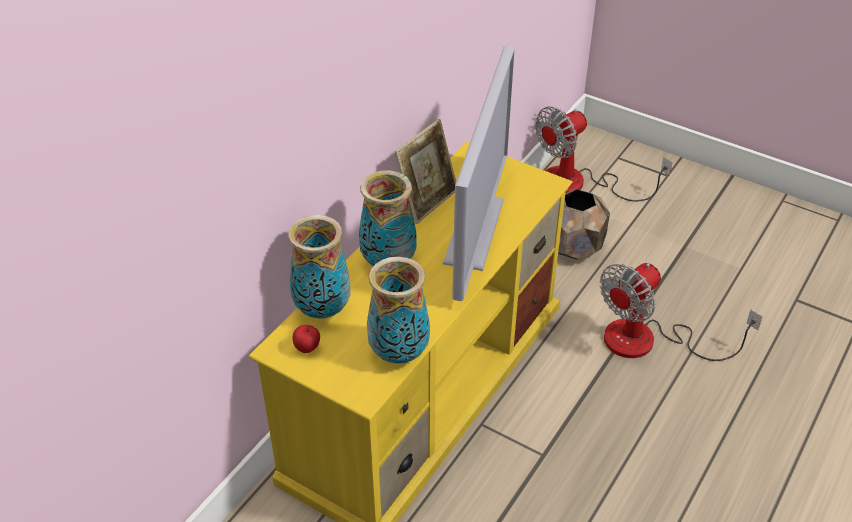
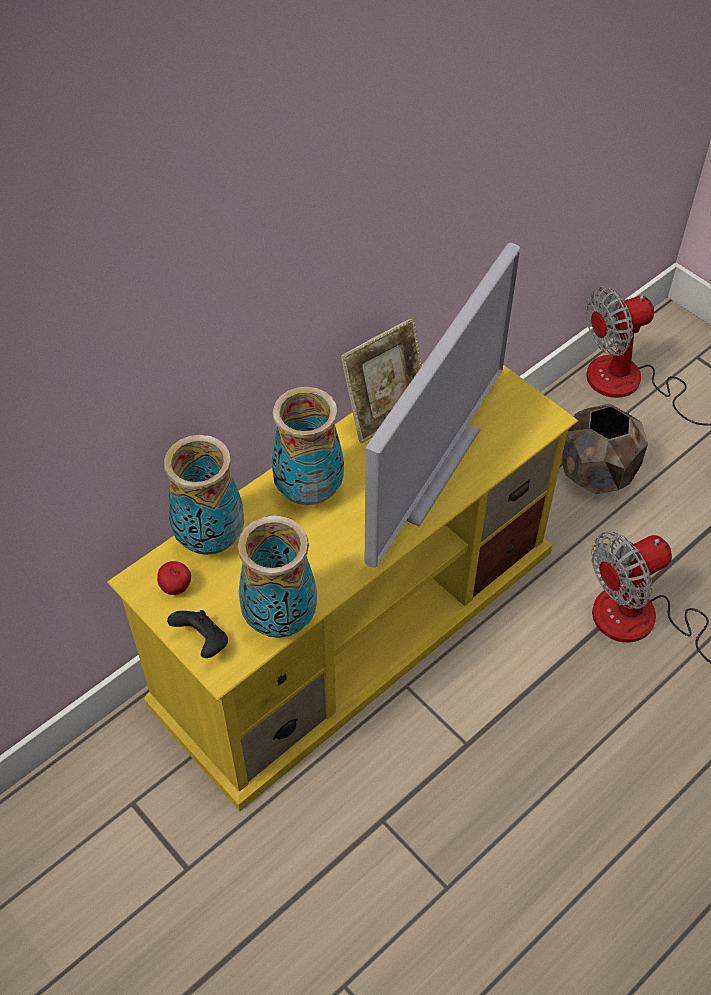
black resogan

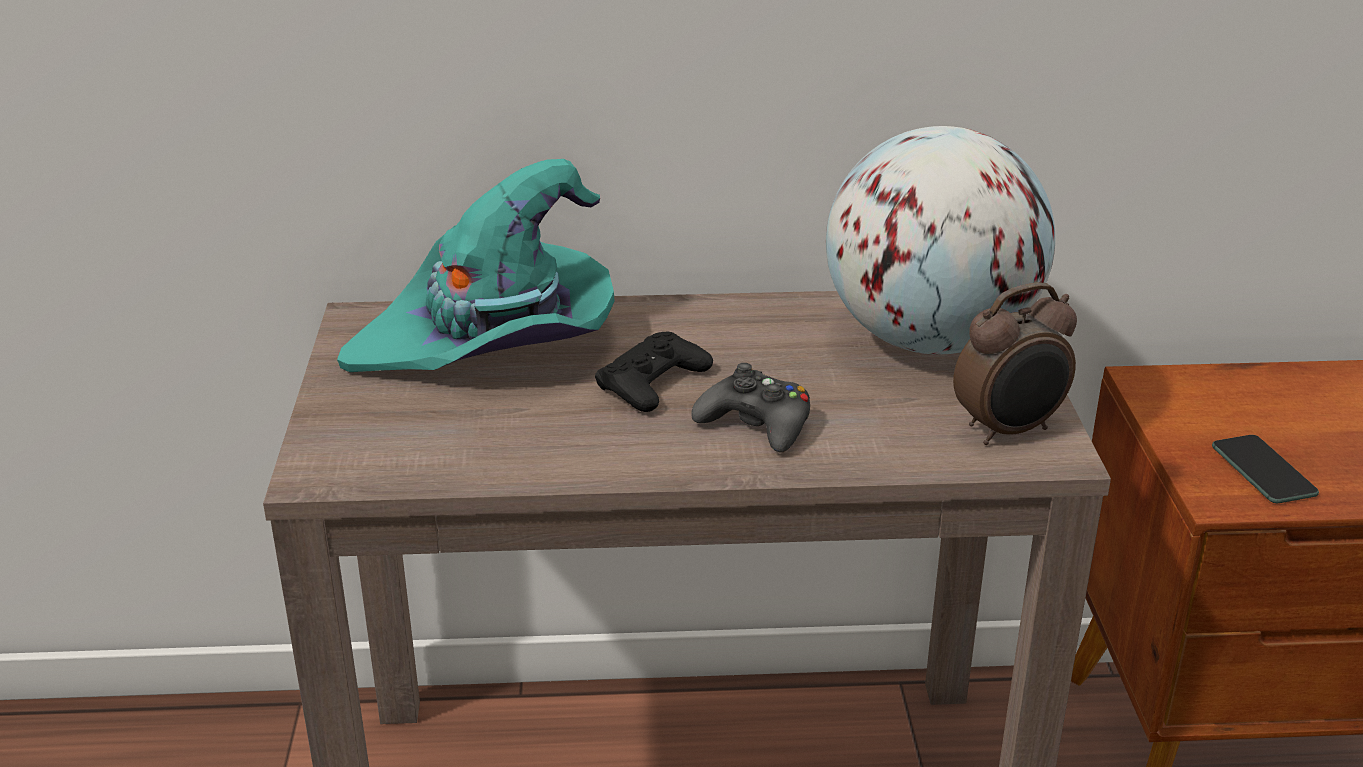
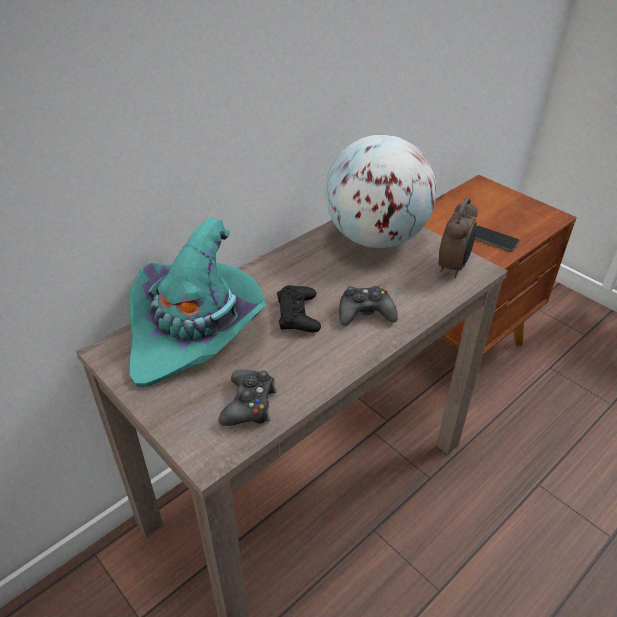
black resogan (1st from left)

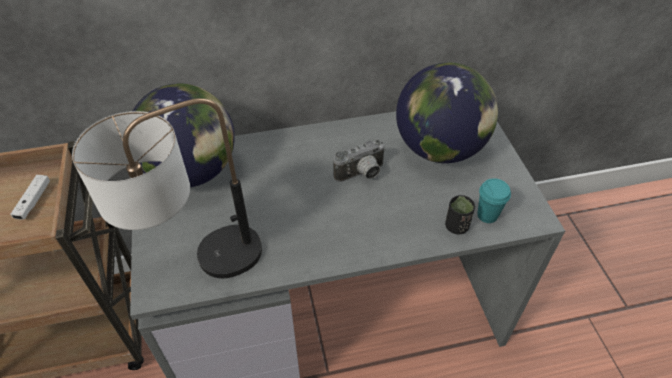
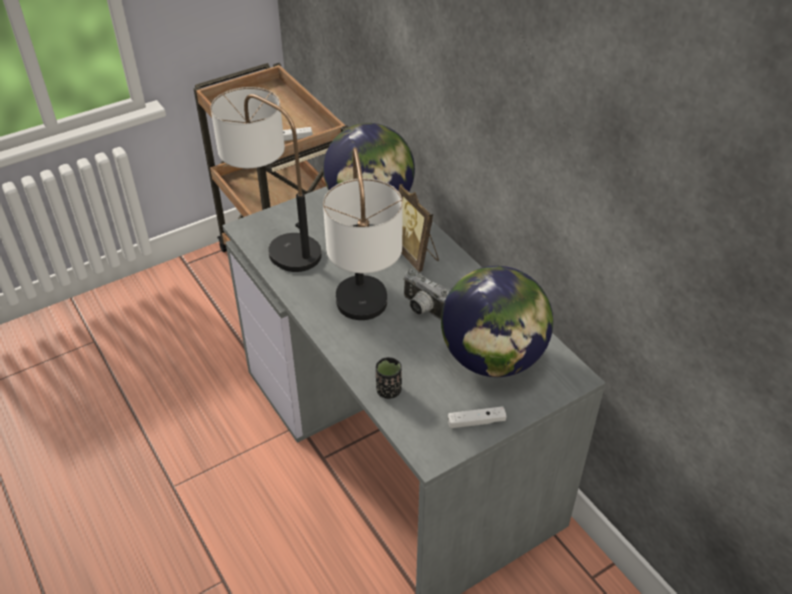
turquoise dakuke
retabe (2nd from left)
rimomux
white resogan (2nd from left)

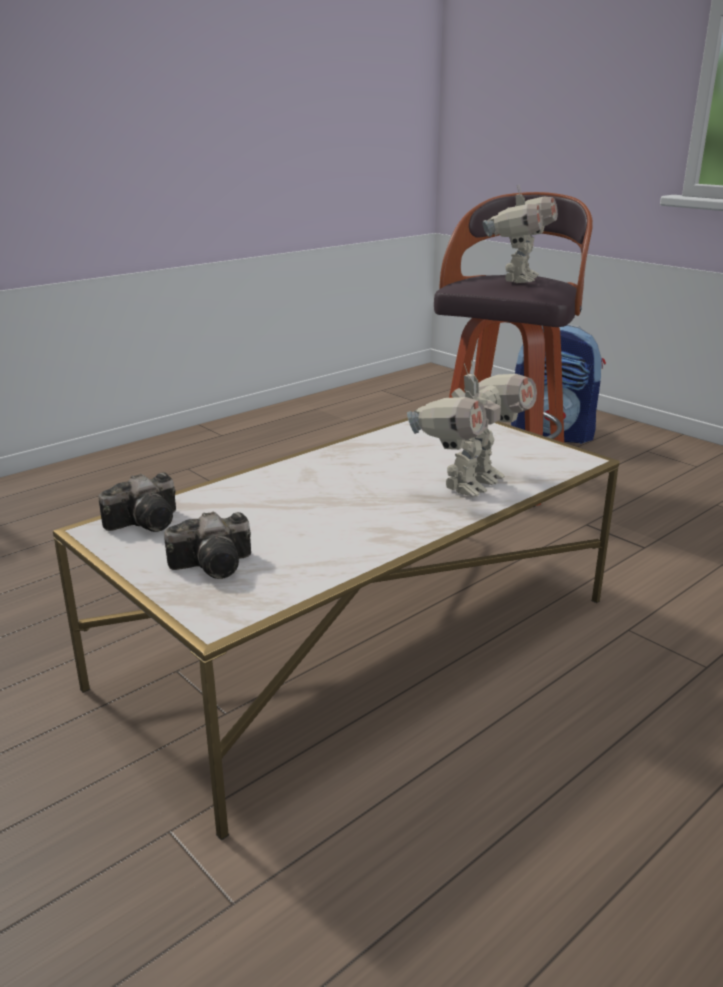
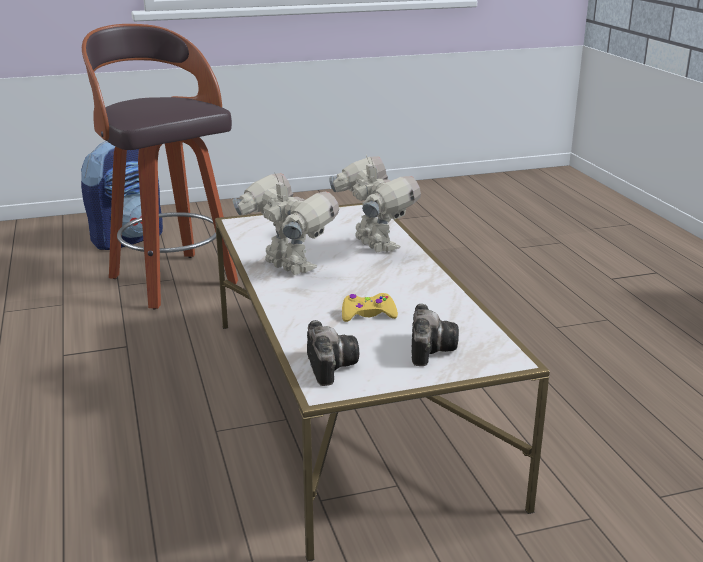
yellow resogan
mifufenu (1st from left)

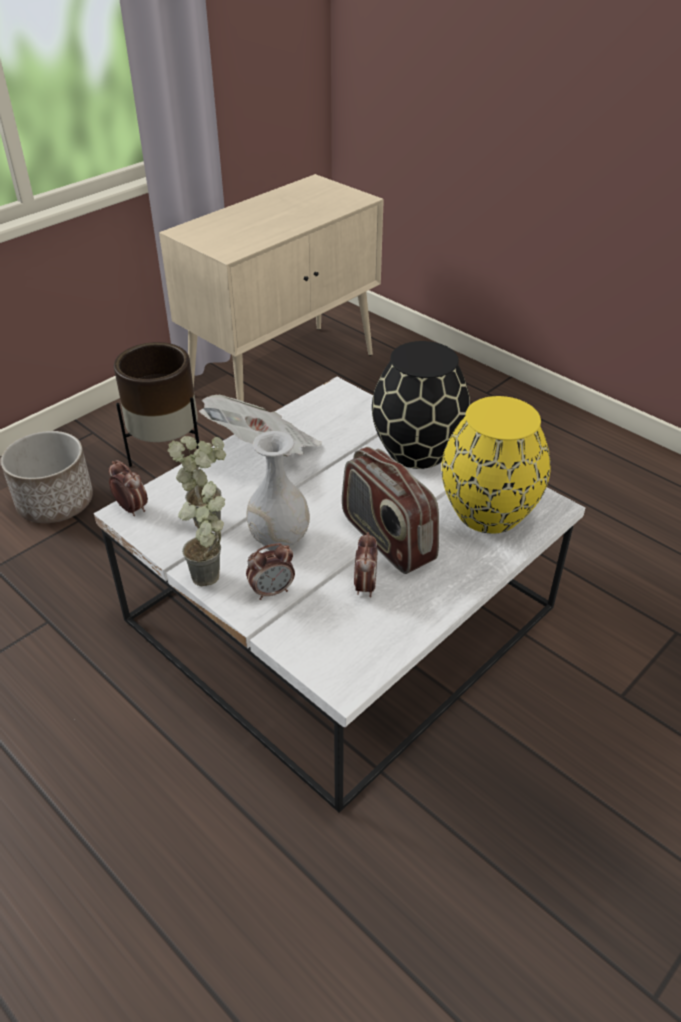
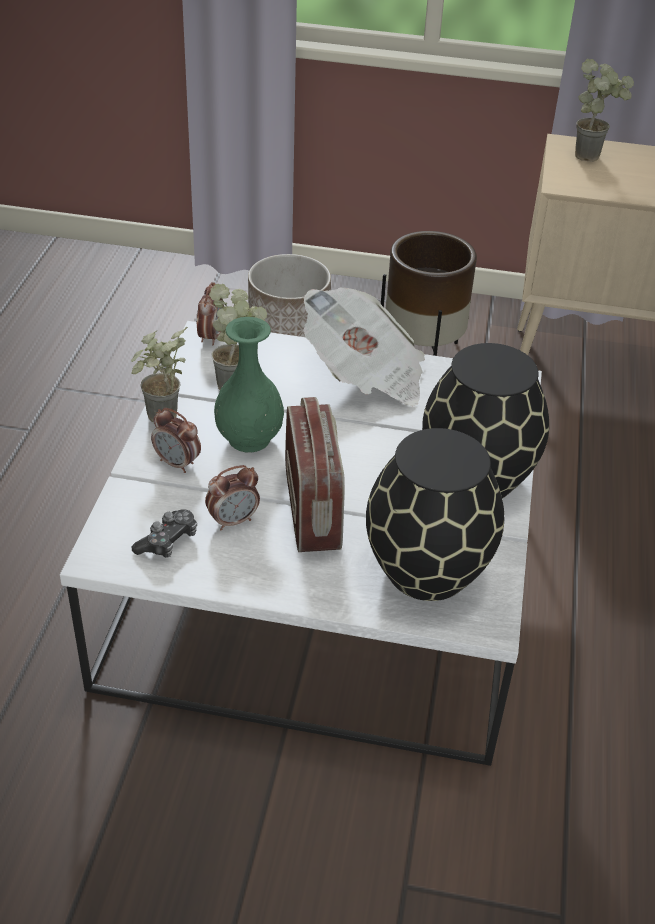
resogan
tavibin (3rd from left)
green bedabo
black bedabo (1st from left)
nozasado

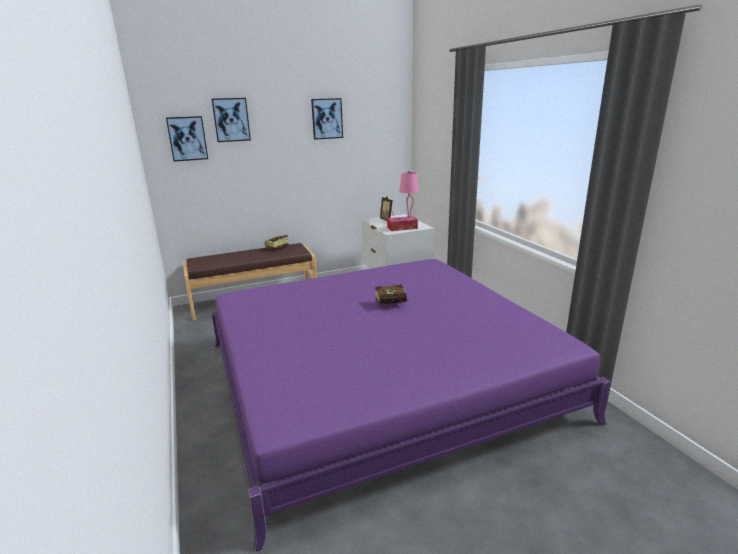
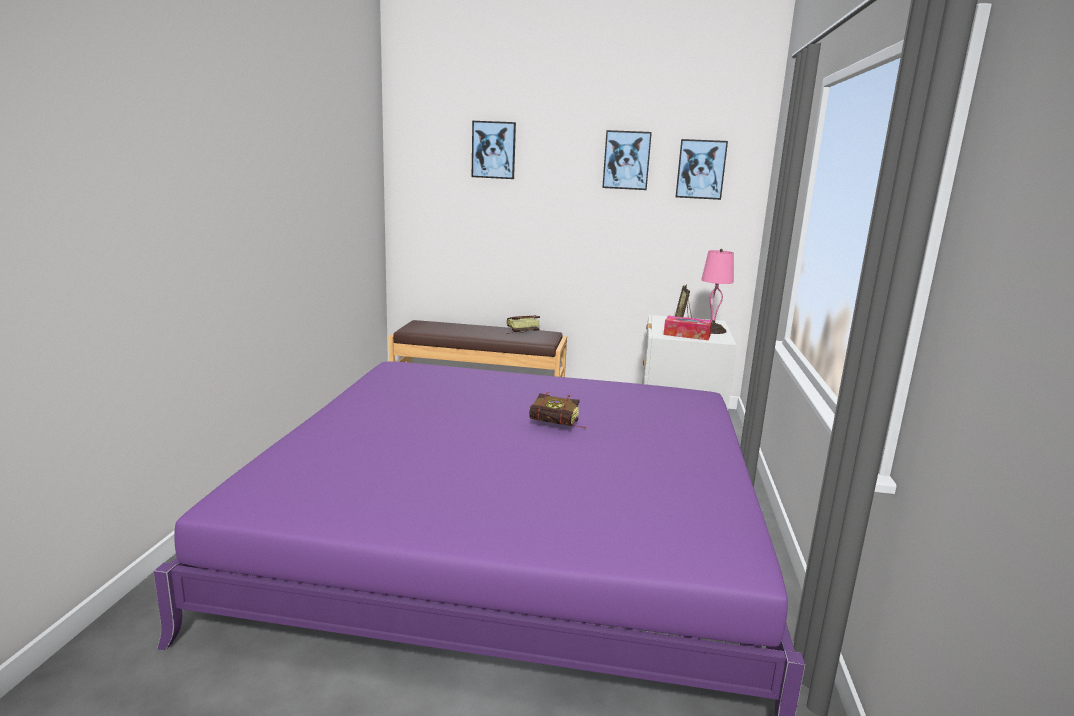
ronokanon (3rd from left)

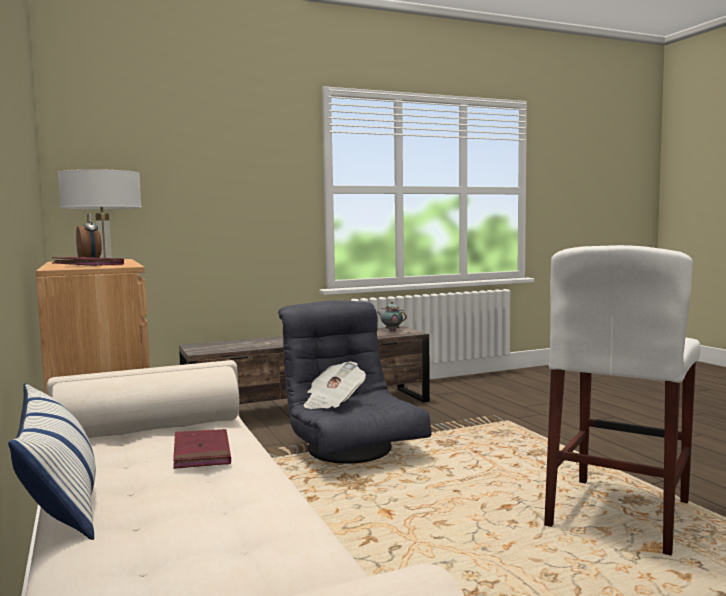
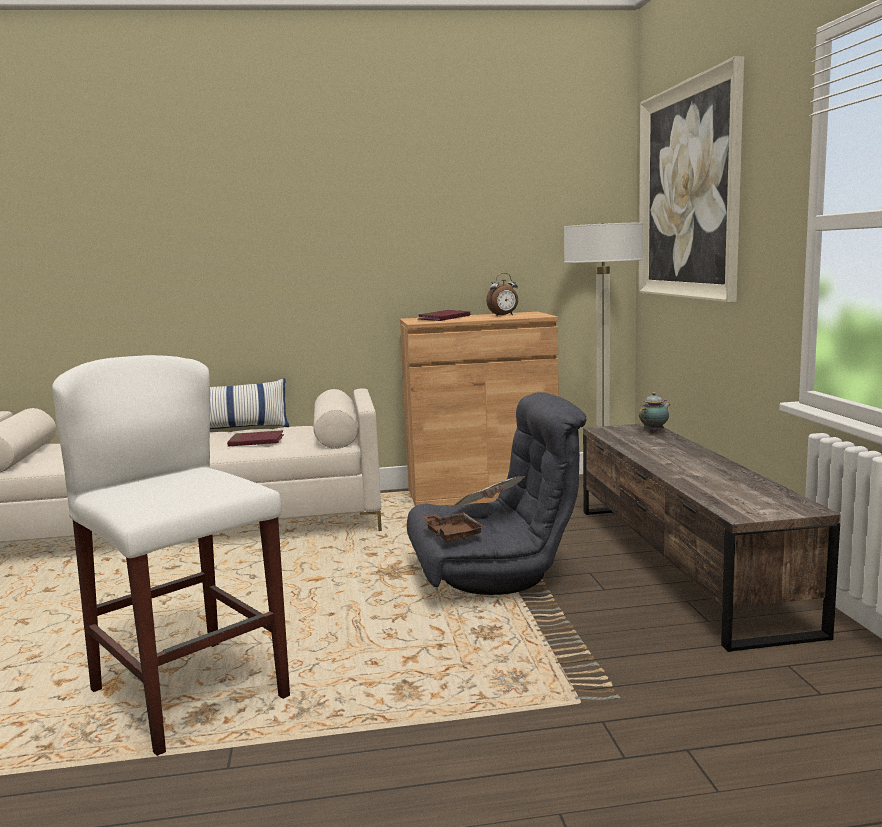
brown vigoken
ronokanon
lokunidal

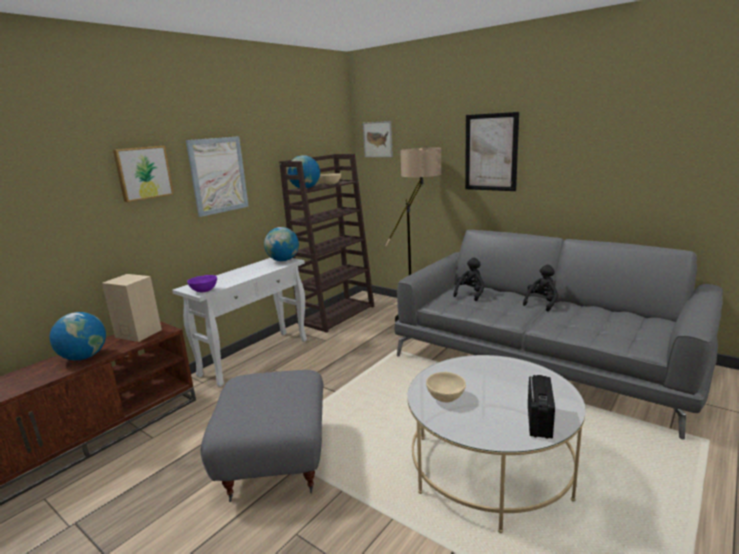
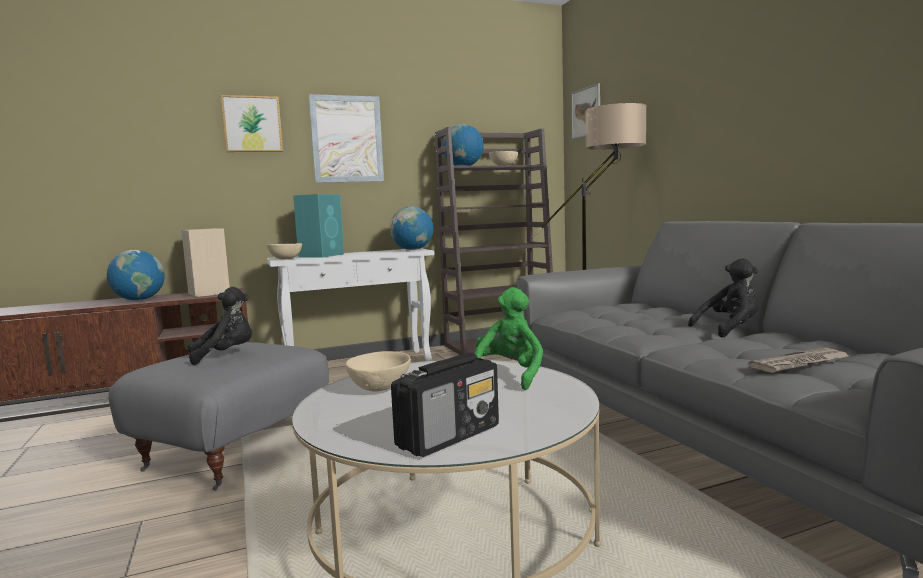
ronokanon (4th from left in the first image)
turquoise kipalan
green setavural
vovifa
black setavural (1st from left)
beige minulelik (1st from left)

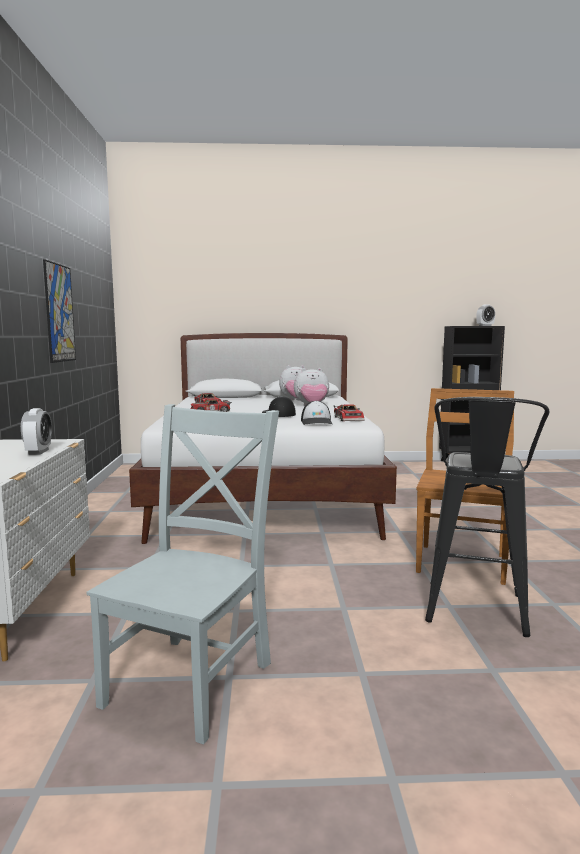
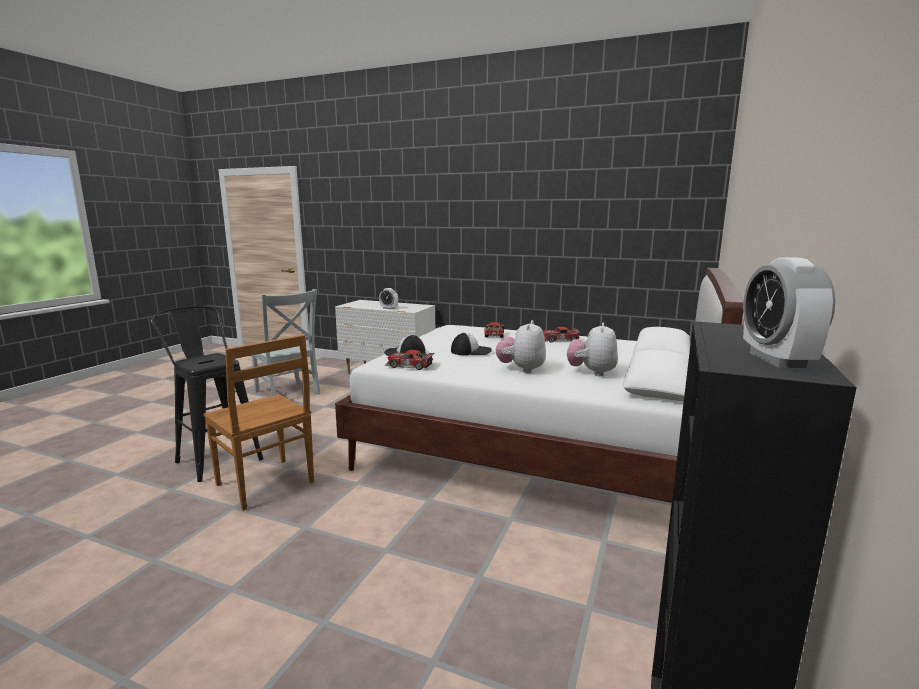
ronokanon

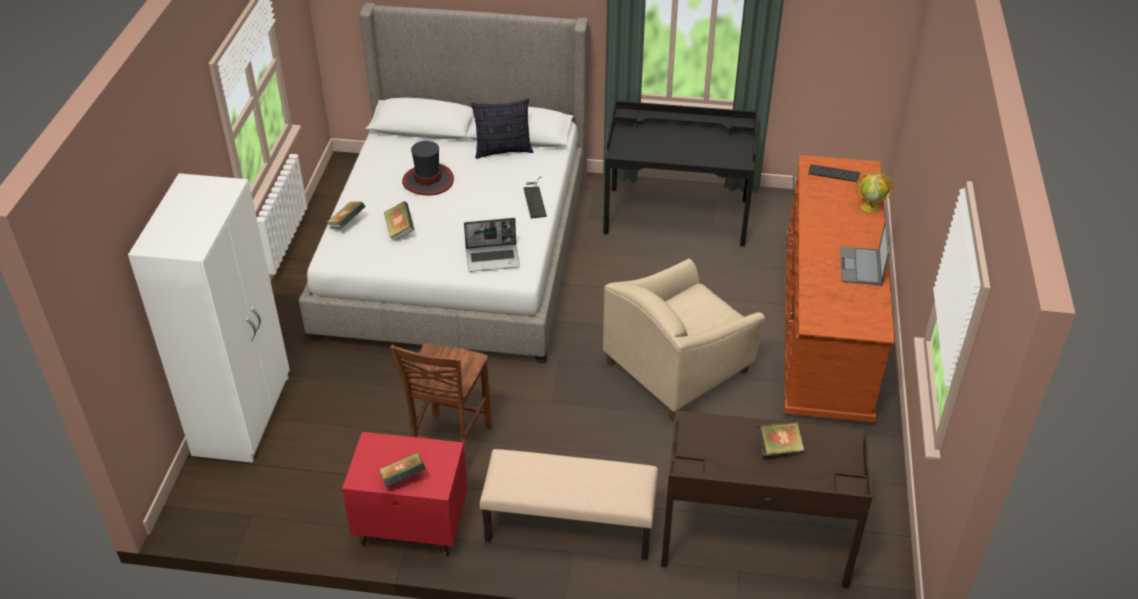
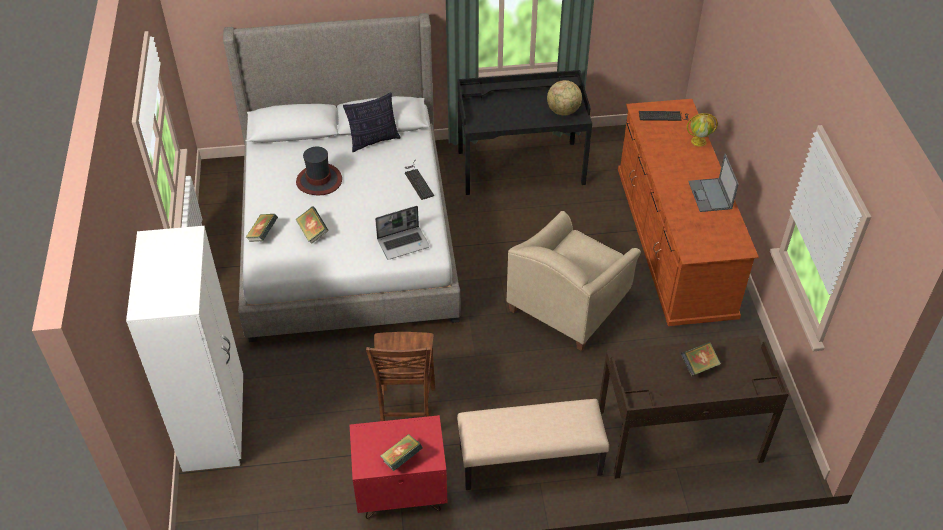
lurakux (1st from left)

